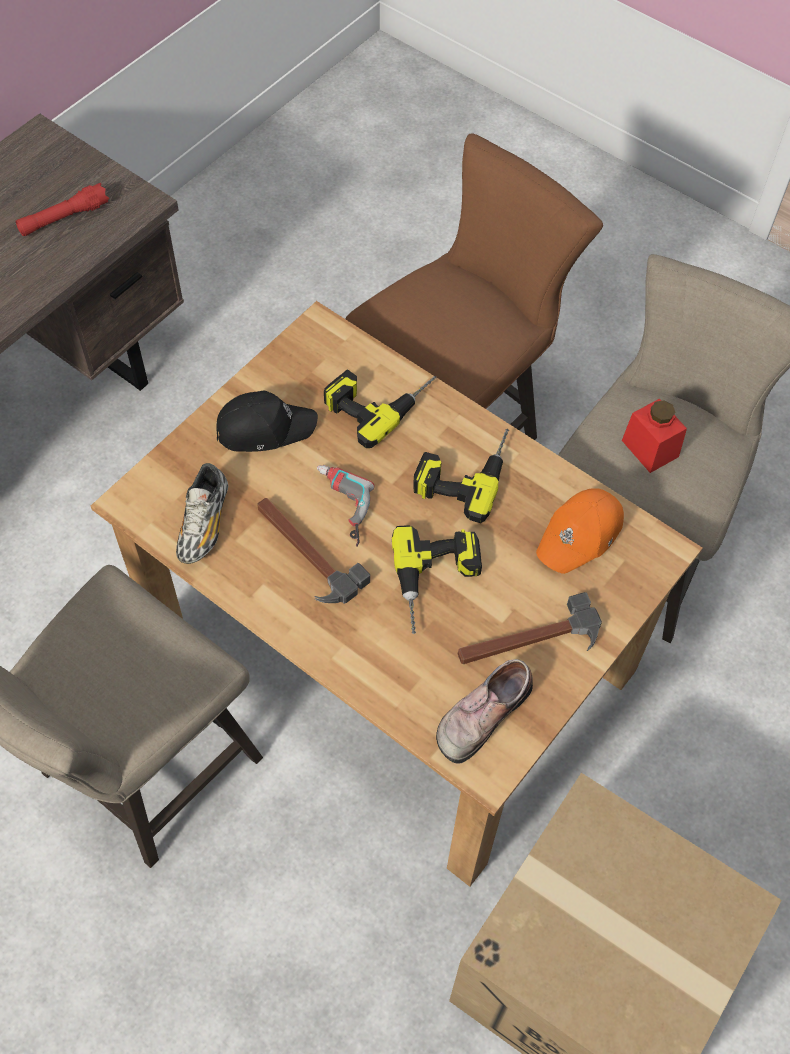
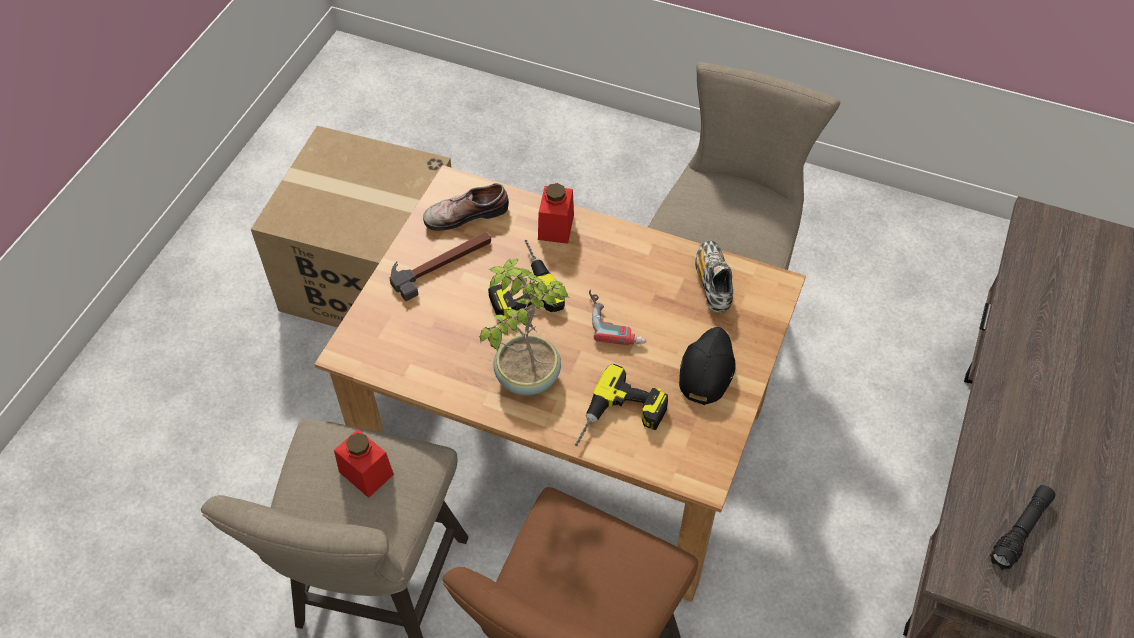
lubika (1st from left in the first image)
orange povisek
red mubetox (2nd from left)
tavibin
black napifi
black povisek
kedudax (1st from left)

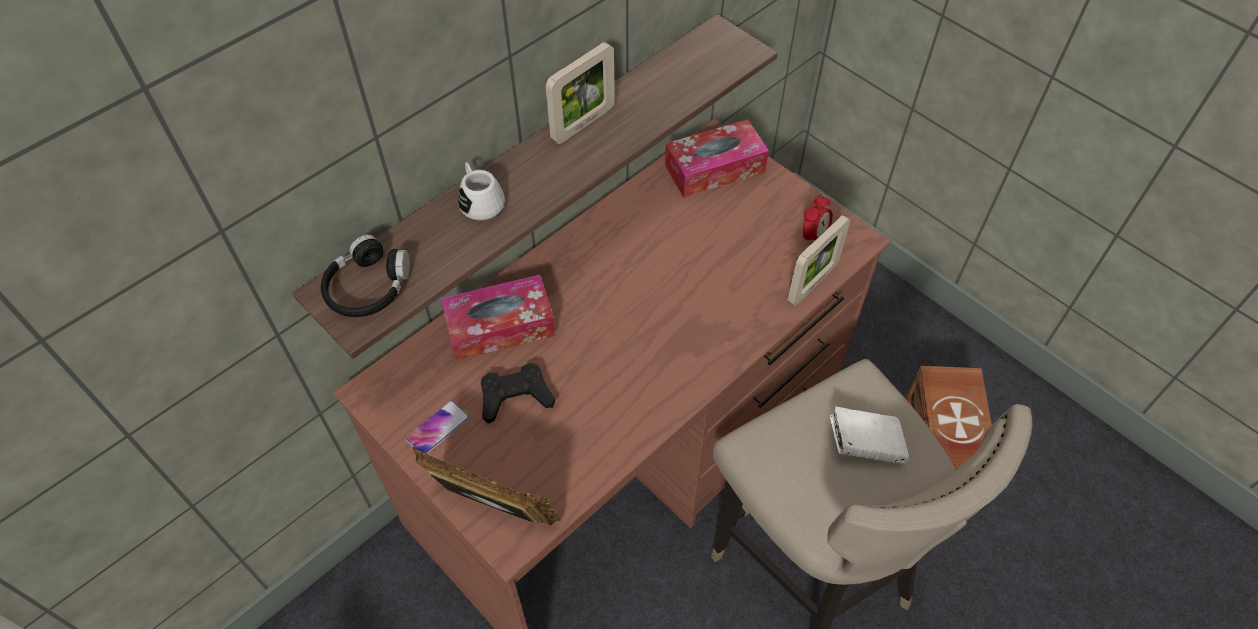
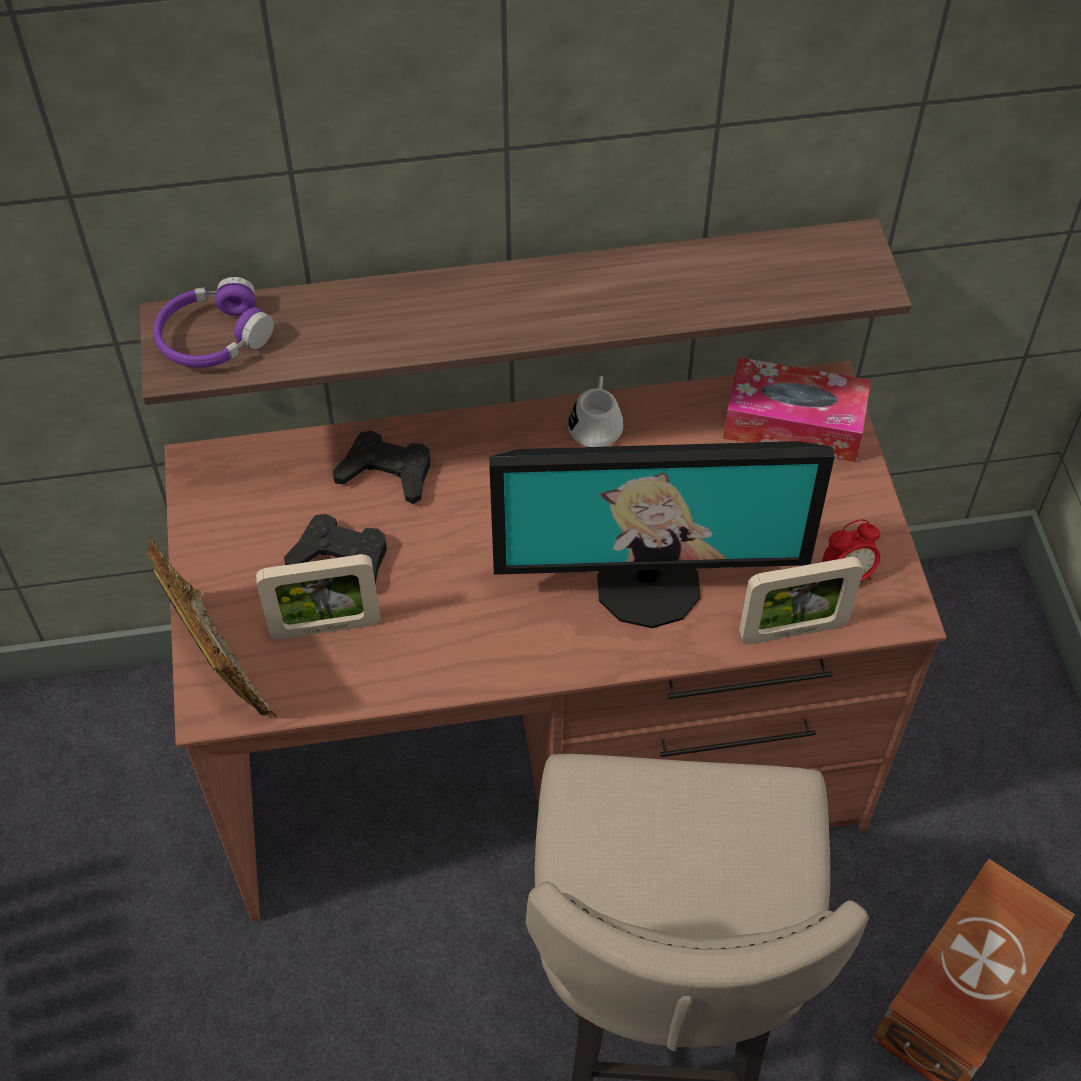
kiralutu
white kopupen
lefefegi
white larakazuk
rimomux (2nd from left)
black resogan (2nd from left)
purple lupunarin

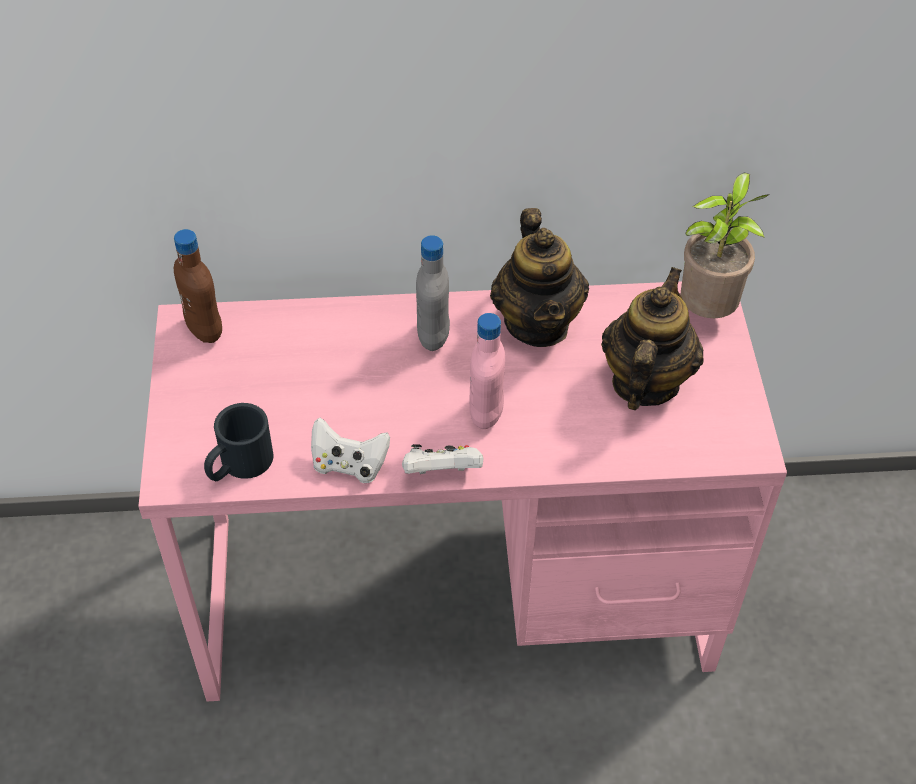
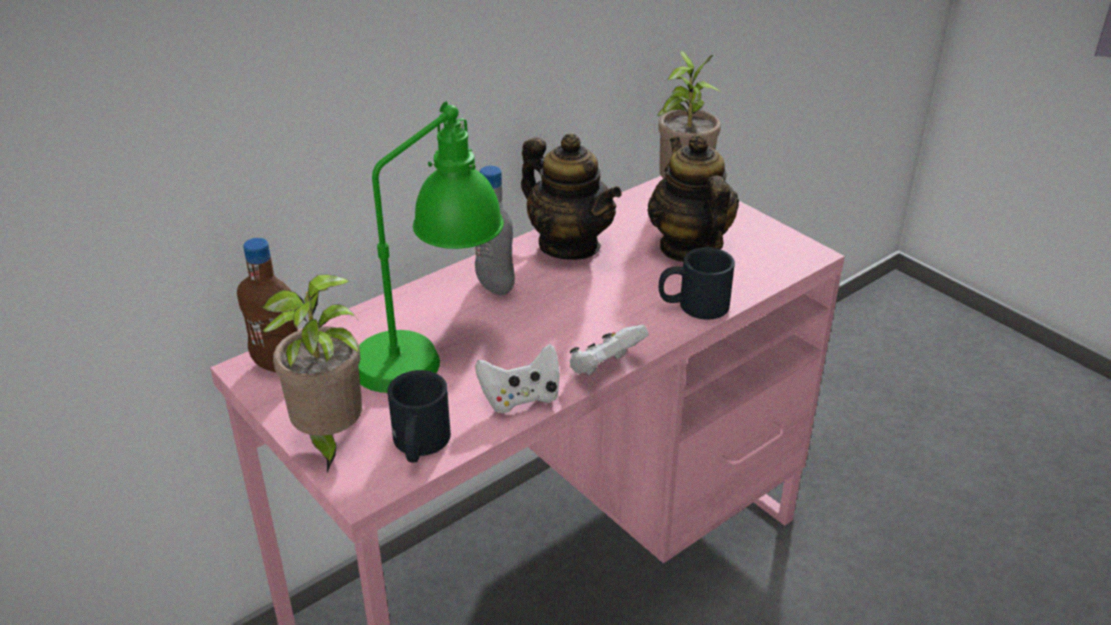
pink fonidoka
tavibin (1st from left)
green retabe
black larakazuk (2nd from left)

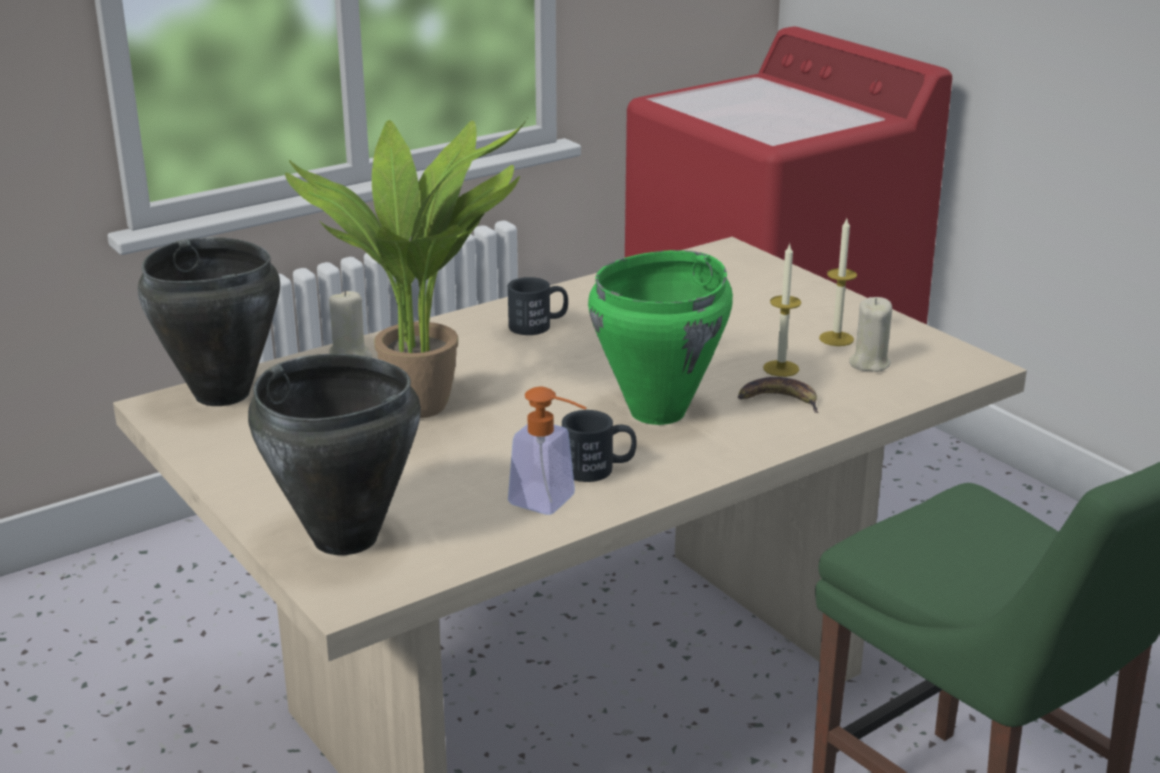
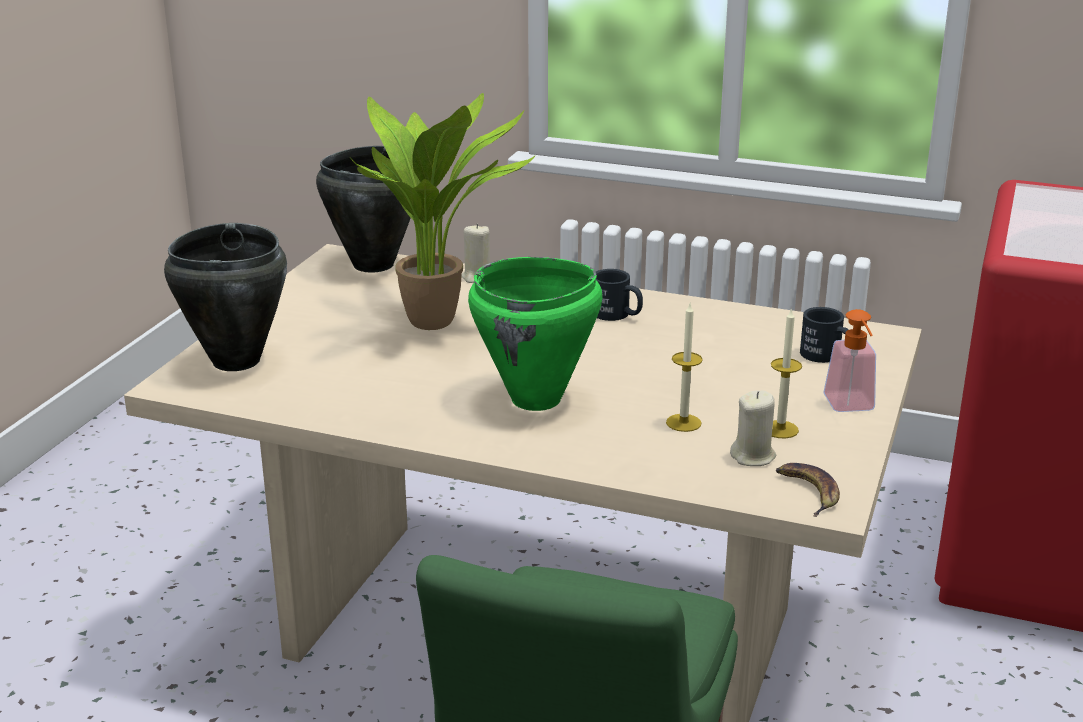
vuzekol
black larakazuk (2nd from left)
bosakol

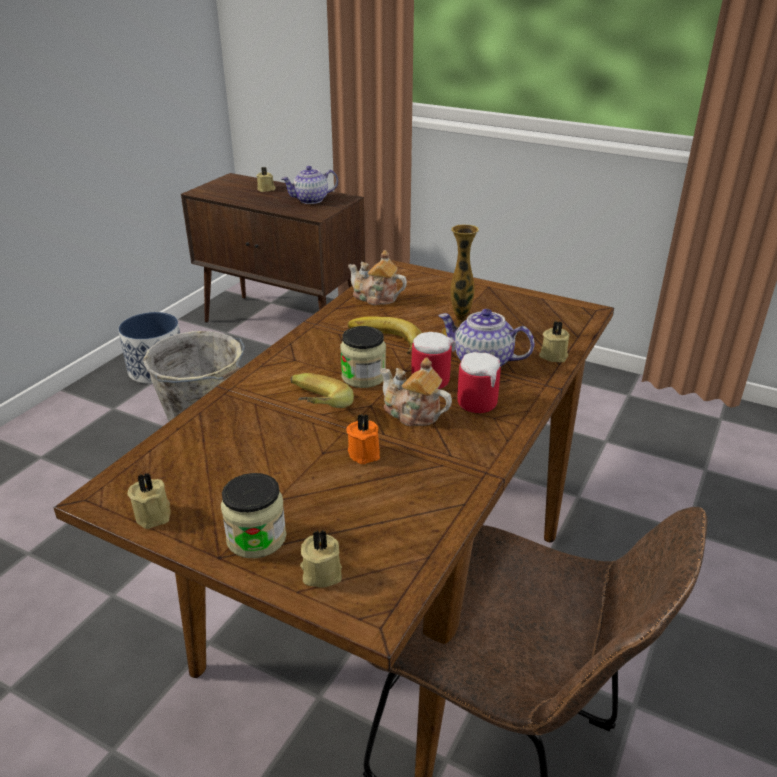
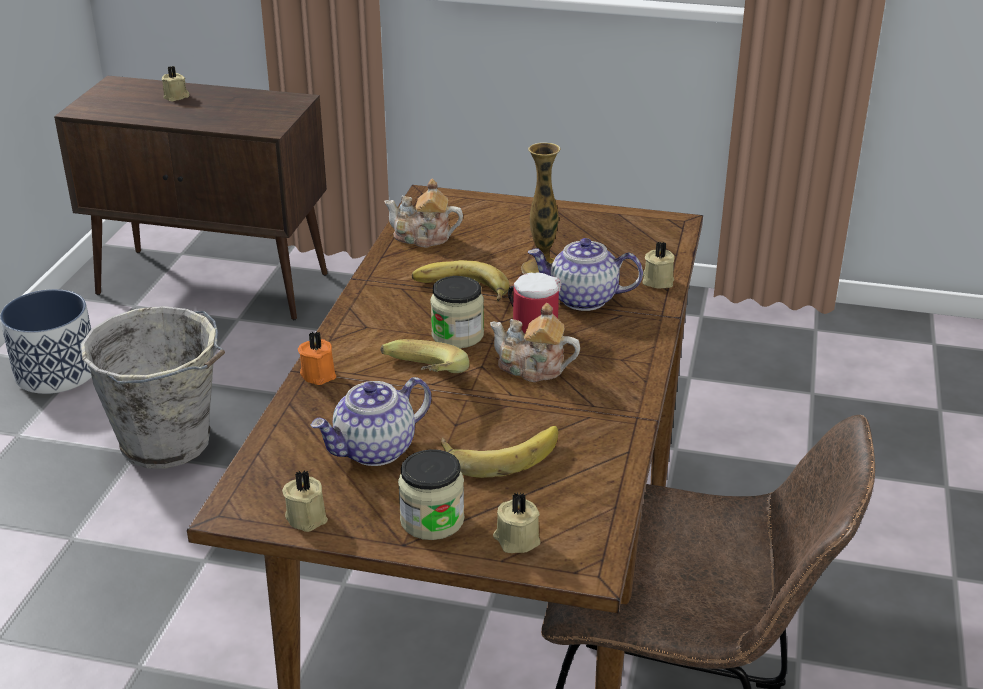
larakazuk (2nd from left in the first image)
bosakol (3rd from left)
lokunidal (1st from left)
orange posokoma

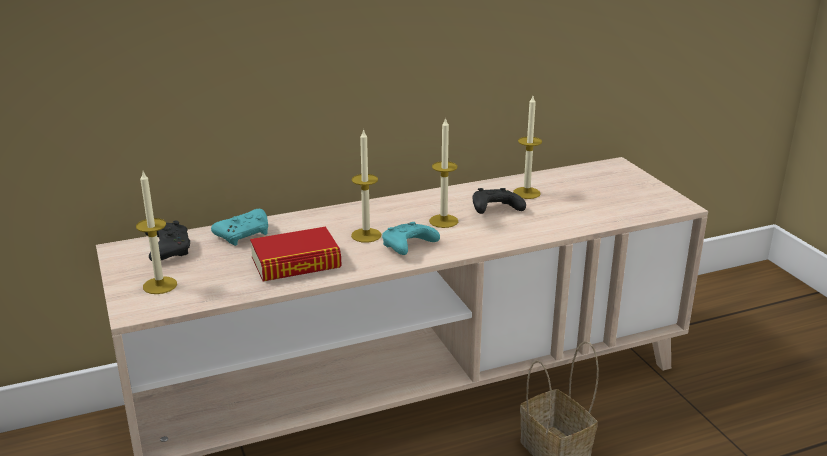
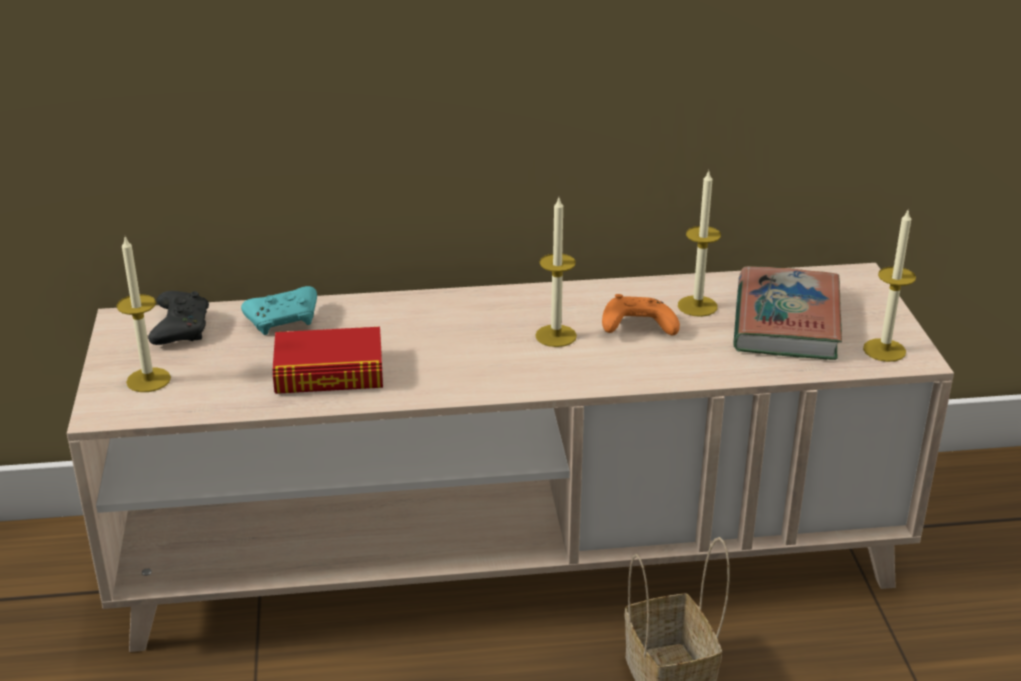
turquoise resogan (2nd from left in the first image)
kopupen (2nd from left)
posokoma (4th from left)
orange resogan

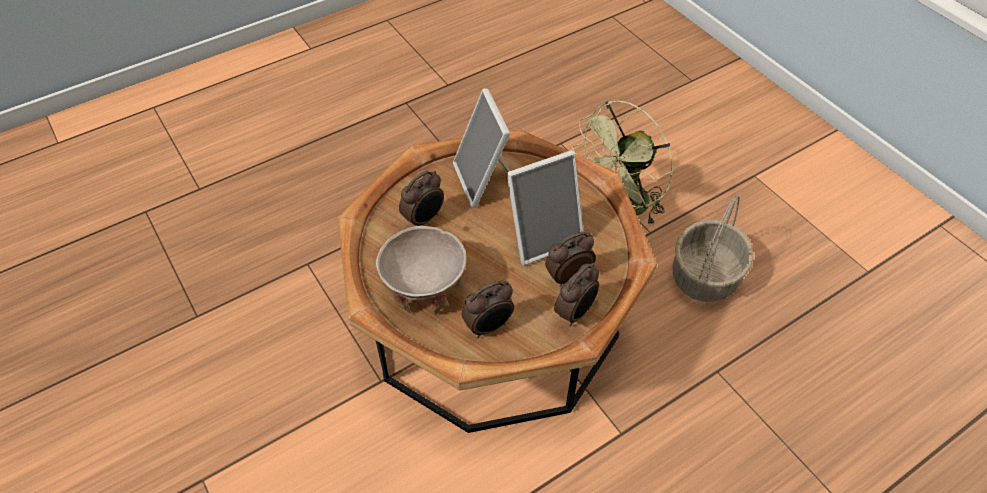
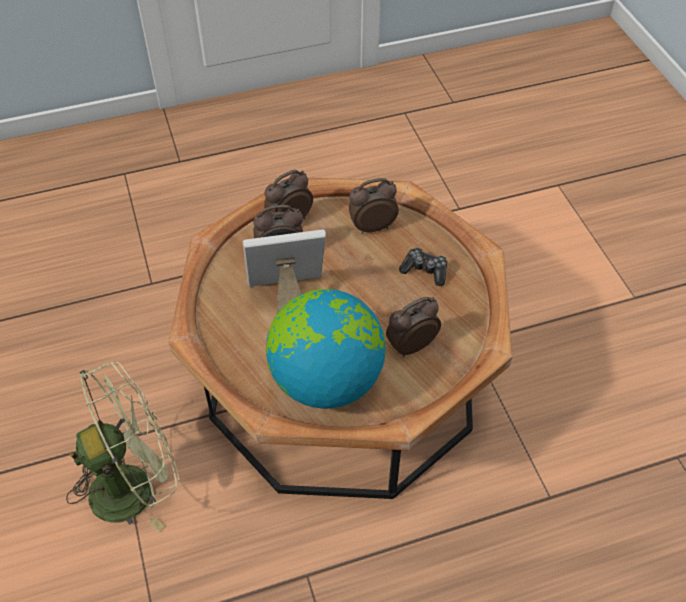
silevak
resogan
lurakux

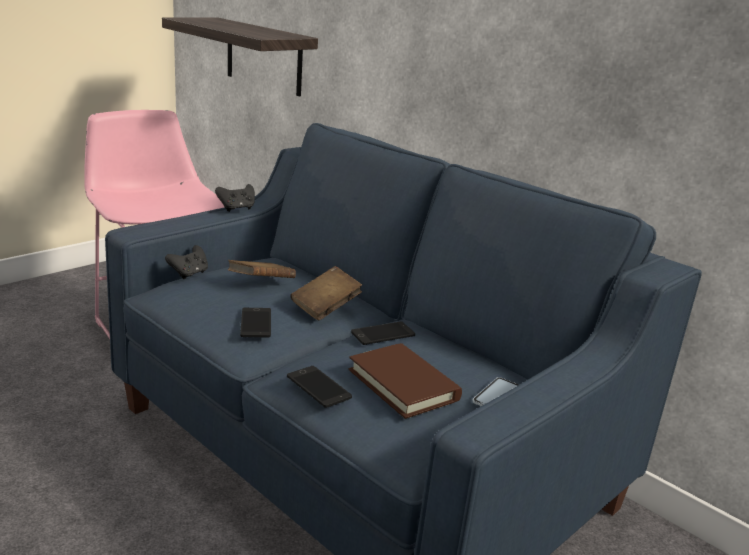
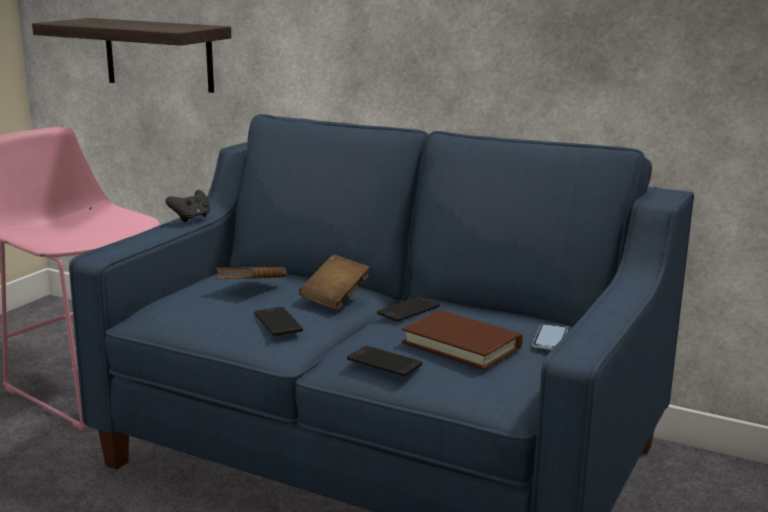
black resogan (1st from left in the first image)

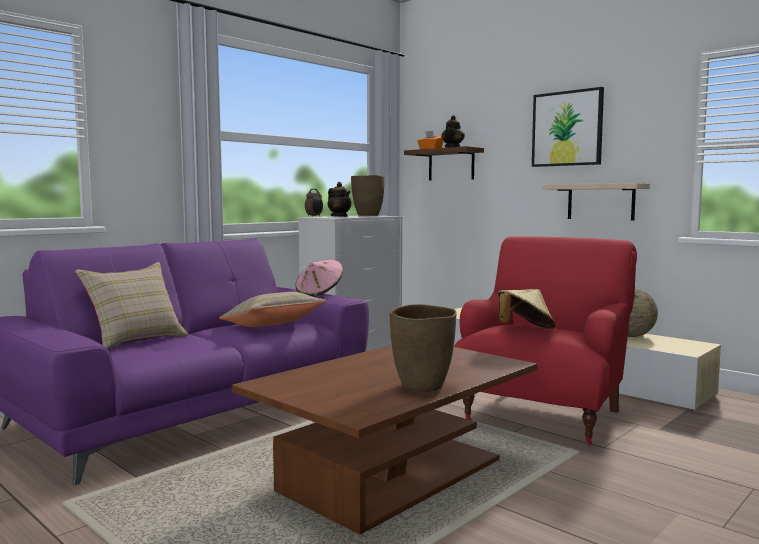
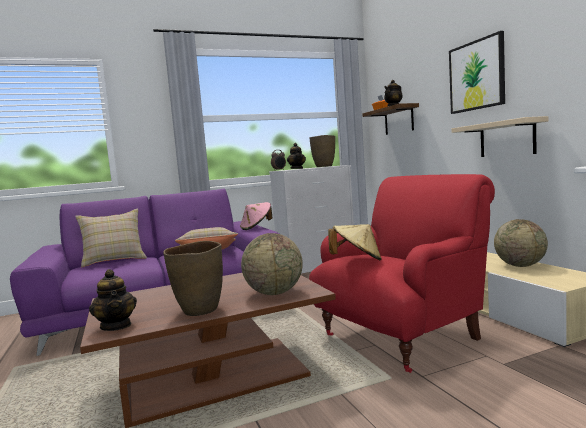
lokunidal (1st from left)
lurakux (1st from left)

